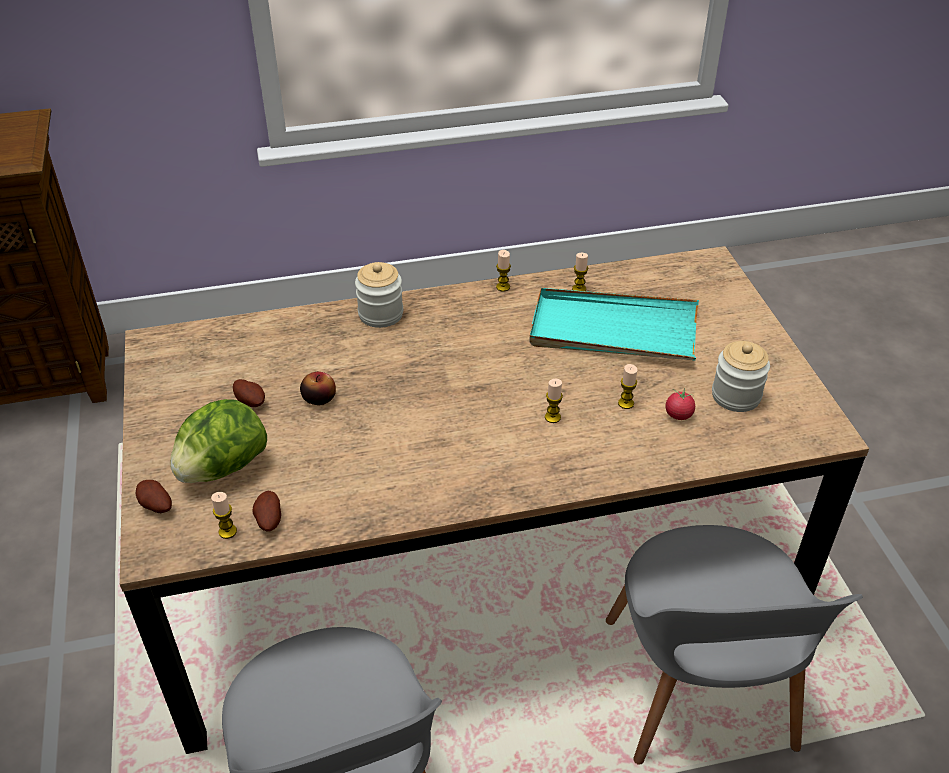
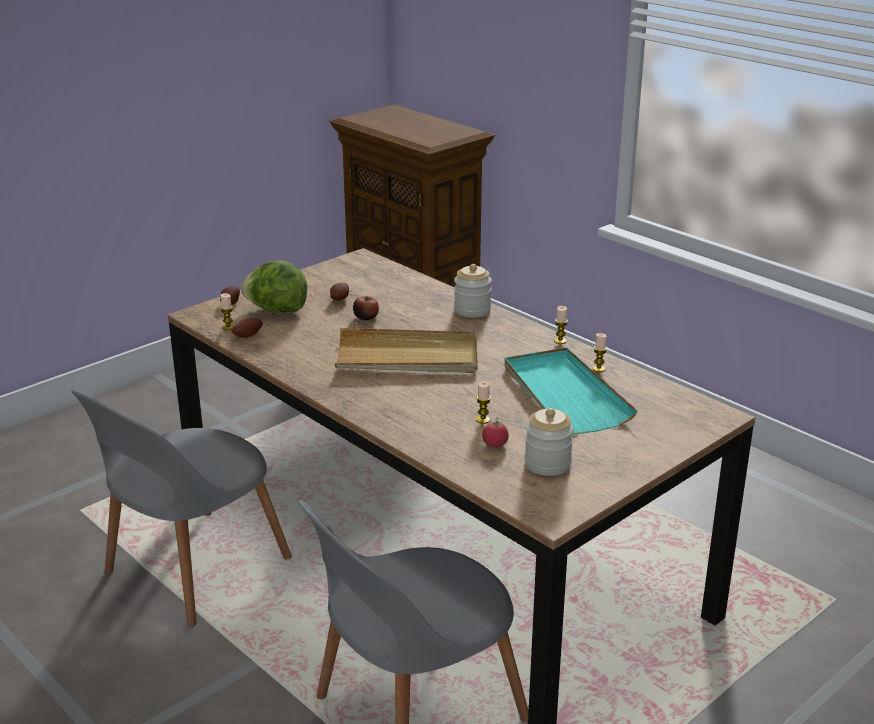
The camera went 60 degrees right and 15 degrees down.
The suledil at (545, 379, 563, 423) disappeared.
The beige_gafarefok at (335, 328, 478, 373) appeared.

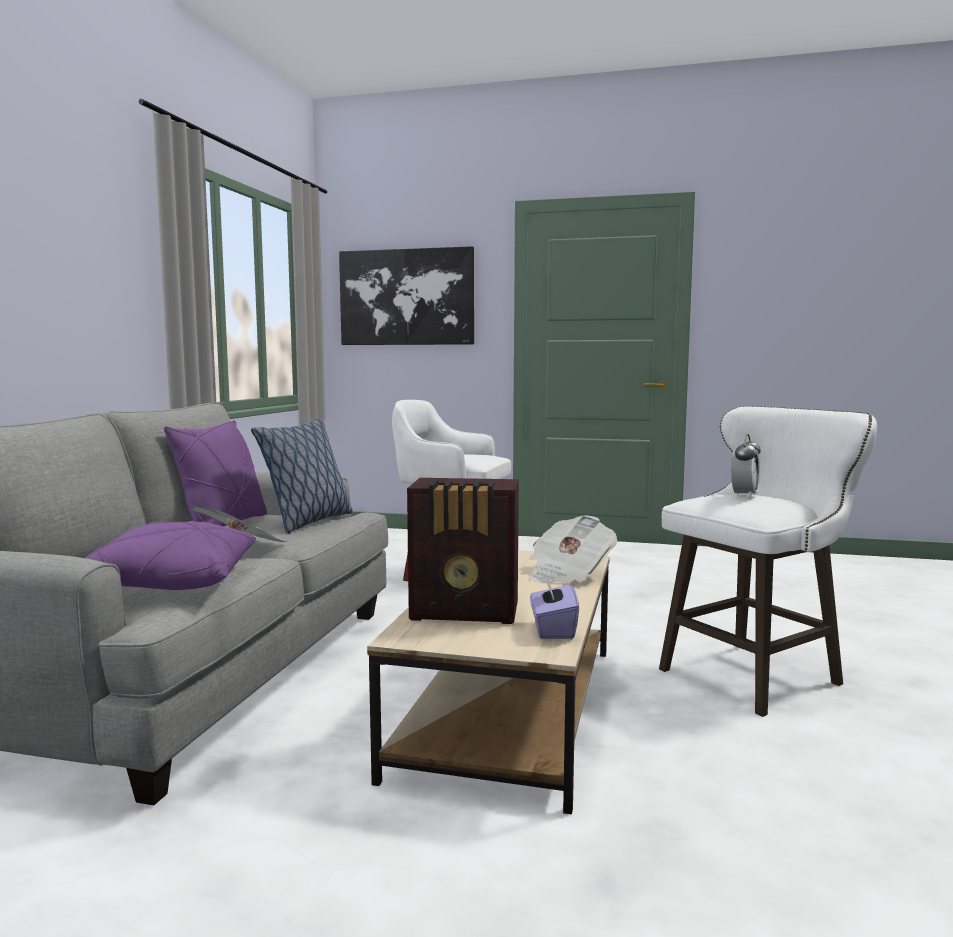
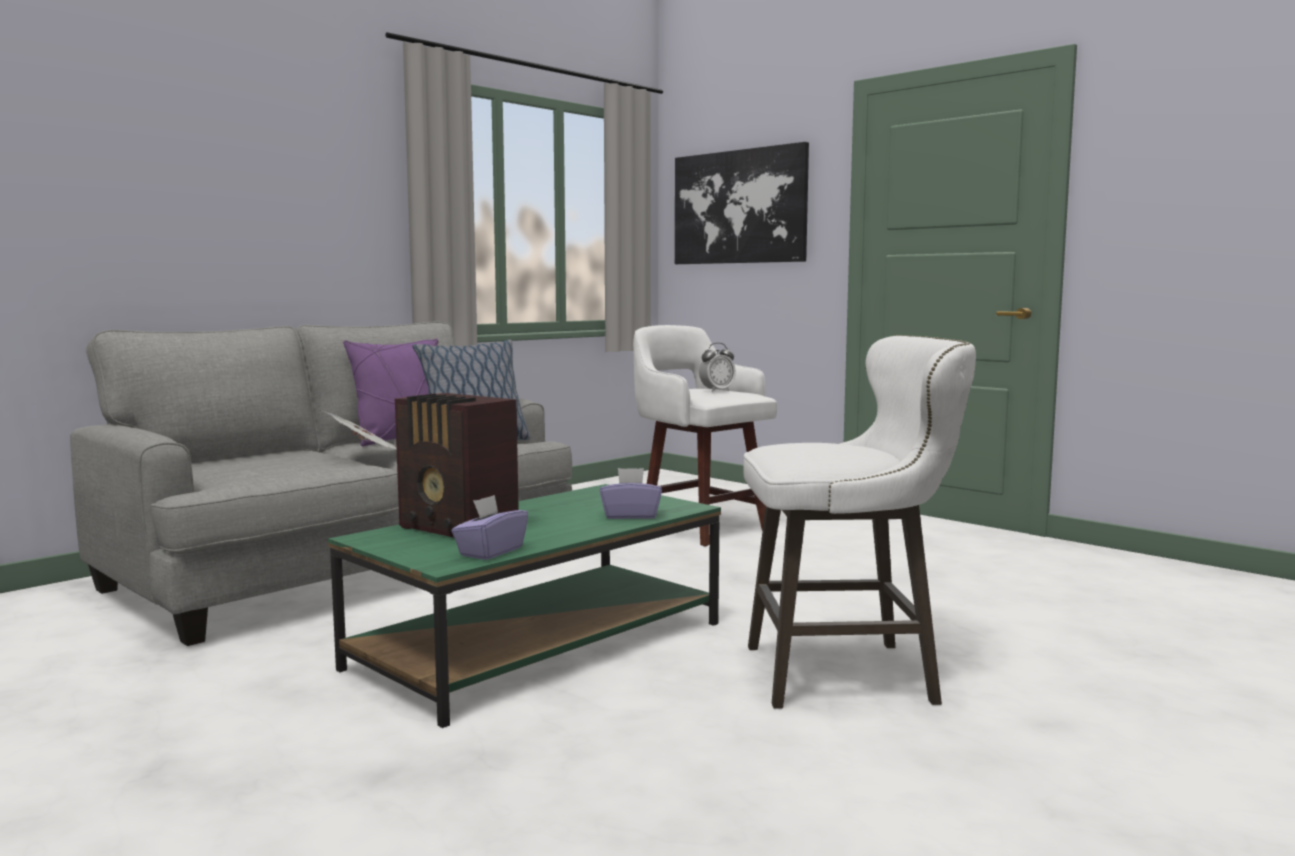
The camera went 30 degrees right and 0 degrees up.
The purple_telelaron at (85, 521, 256, 590) disappeared.
The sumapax moved from (731, 434, 761, 499) to (699, 343, 736, 392).
The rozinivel at (530, 515, 617, 583) was replaced by the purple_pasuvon at (600, 468, 662, 519).
The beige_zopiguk at (367, 550, 609, 815) became the green_zopiguk at (328, 484, 721, 728).

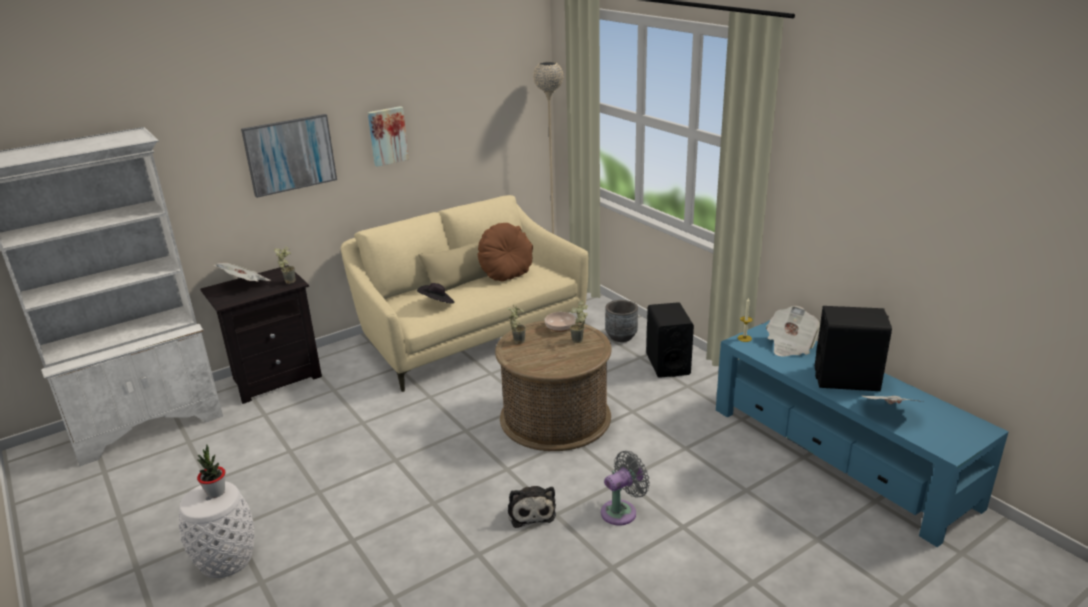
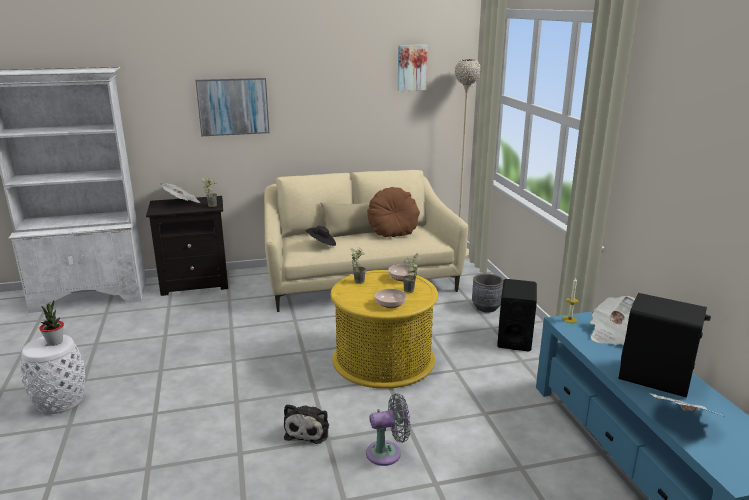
The camera went 20 degrees right and 5 degrees down.
The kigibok at (375, 289, 406, 308) appeared.
The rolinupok moved from (368, 106, 409, 167) to (398, 45, 428, 91).
The brown_zopiguk at (495, 321, 612, 451) became the yellow_zopiguk at (330, 270, 438, 389).

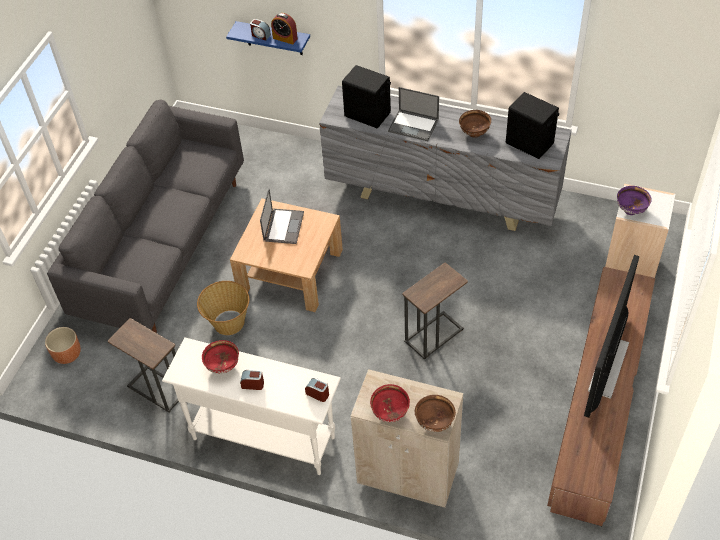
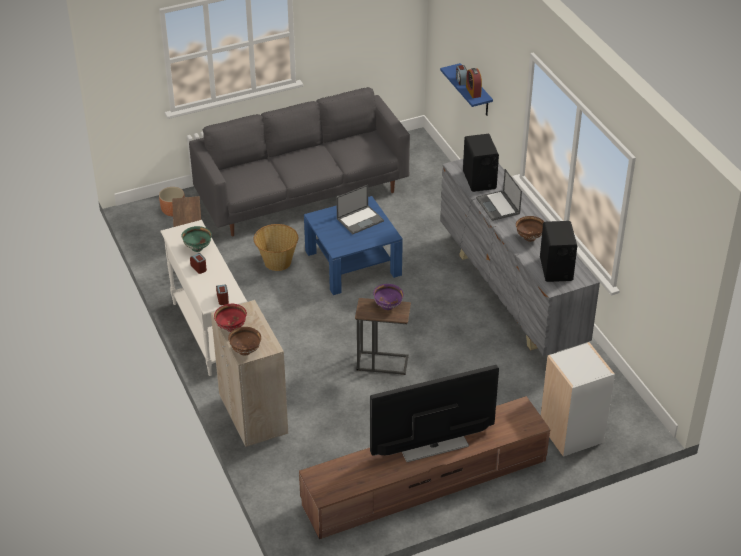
The camera went 45 degrees right and 10 degrees down.
The purple_kigibok moved from (617, 186, 652, 215) to (373, 284, 404, 310).
The red_kigibok at (202, 340, 239, 374) became the green_kigibok at (181, 226, 212, 252).
The brown_zopiguk at (230, 198, 343, 312) became the blue_zopiguk at (304, 196, 403, 295).

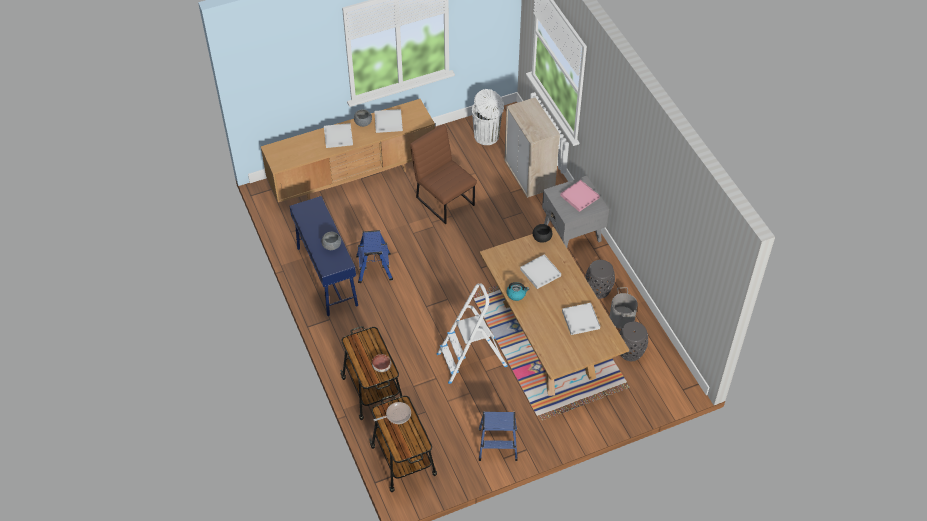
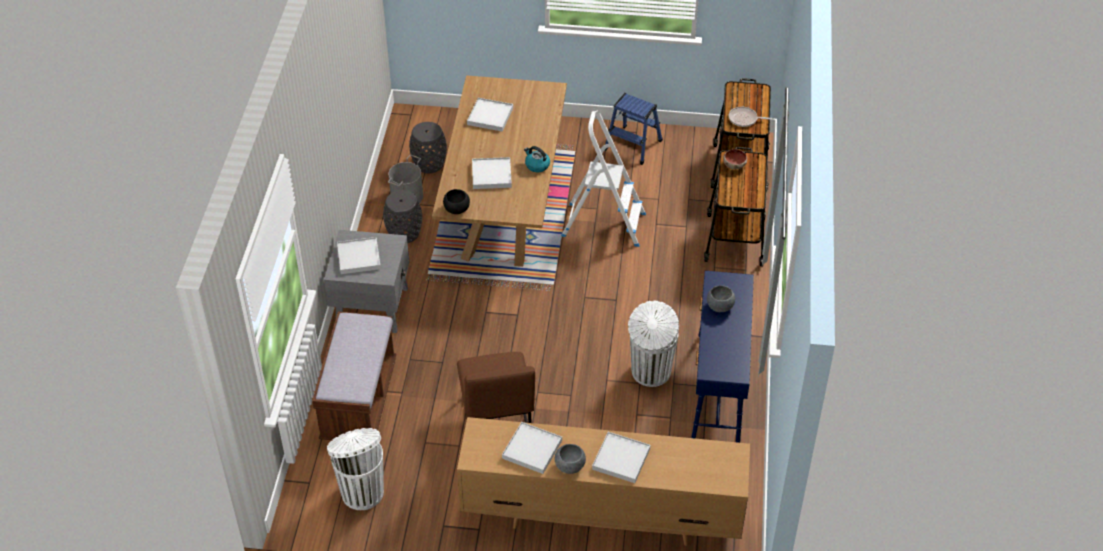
The camera went 150 degrees left and 5 degrees down.
The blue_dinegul at (356, 230, 393, 283) was replaced by the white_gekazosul at (628, 300, 679, 387).
The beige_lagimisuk at (505, 97, 560, 198) was replaced by the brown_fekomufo at (312, 311, 396, 440).
The pink_gafarefok at (560, 180, 600, 212) became the white_gafarefok at (337, 237, 381, 274).

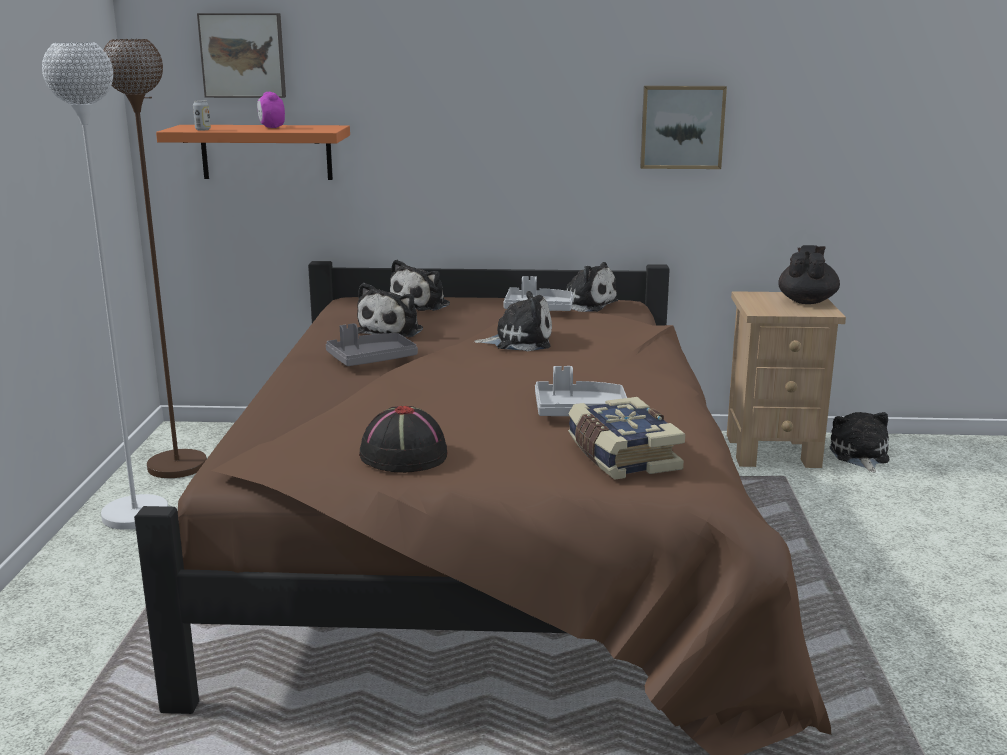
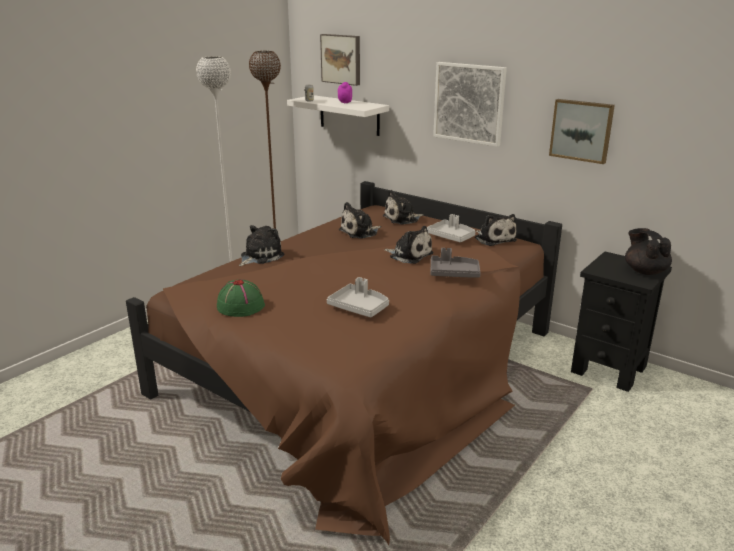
The camera went 35 degrees right and 5 degrees up.
The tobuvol at (568, 397, 685, 480) disappeared.
The rolinupok at (433, 62, 507, 147) appeared.
The grey_gafarefok moved from (326, 323, 418, 366) to (431, 248, 481, 278).
The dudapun moved from (830, 412, 889, 472) to (239, 225, 285, 266).
The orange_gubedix at (156, 125, 350, 180) became the white_gubedix at (287, 95, 389, 136).
The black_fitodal at (359, 406, 447, 473) became the green_fitodal at (217, 279, 265, 317).
The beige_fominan at (727, 291, 846, 468) became the black_fominan at (571, 252, 672, 392).
The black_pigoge at (778, 245, 840, 304) turned 75 degrees counterclockwise.

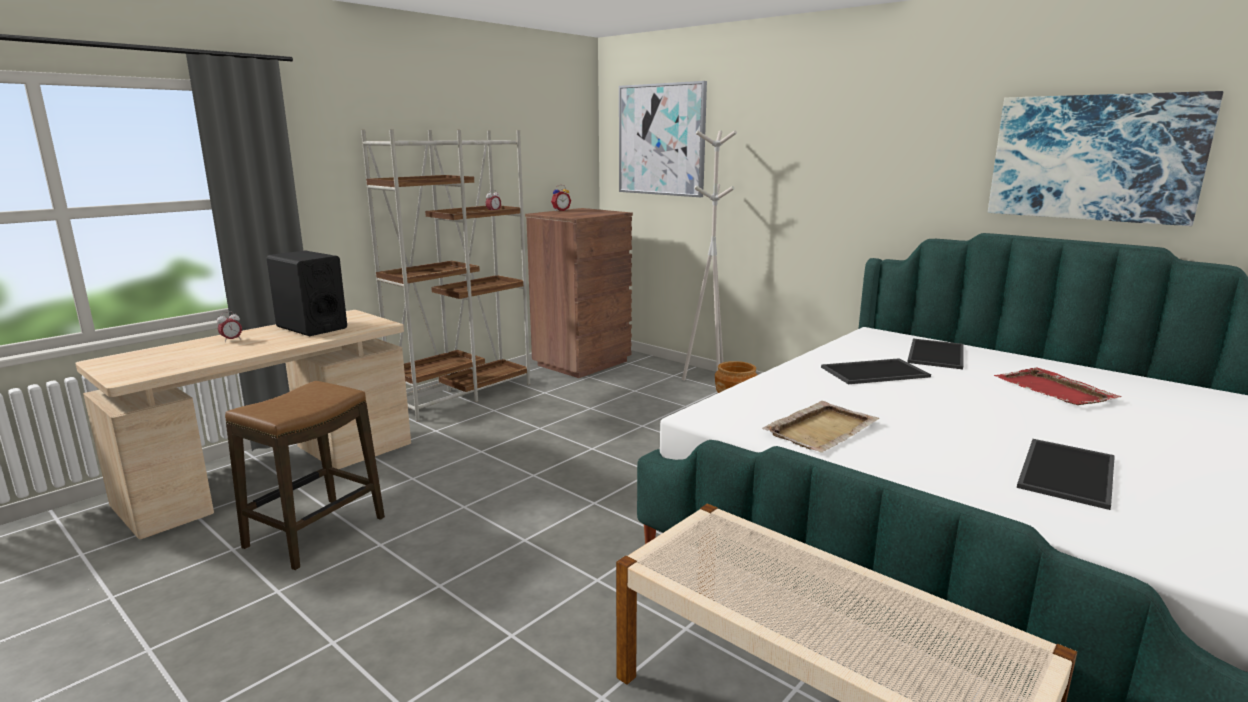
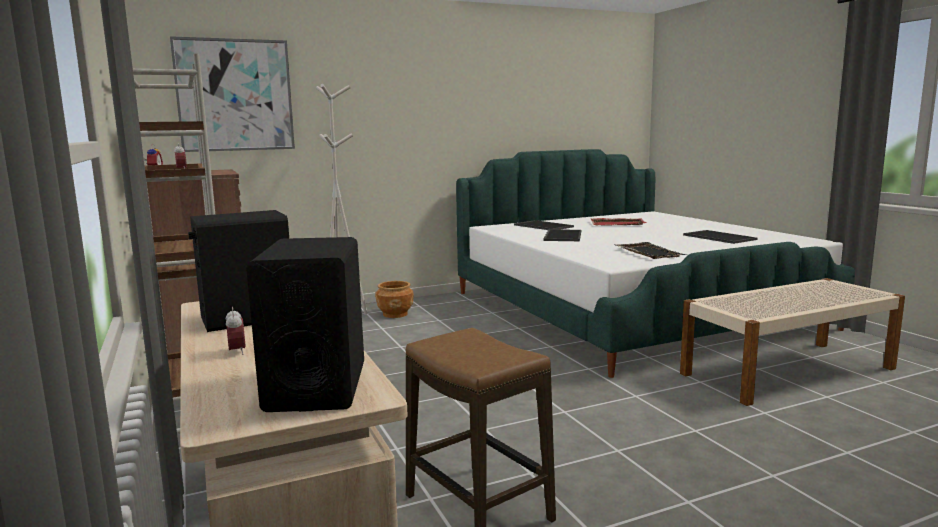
The camera went 65 degrees left and 5 degrees down.
The rolinupok at (988, 91, 1223, 226) disappeared.
The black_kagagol at (246, 237, 364, 412) appeared.
The beige_gafarefok at (762, 401, 880, 453) became the black_gafarefok at (614, 242, 688, 259).

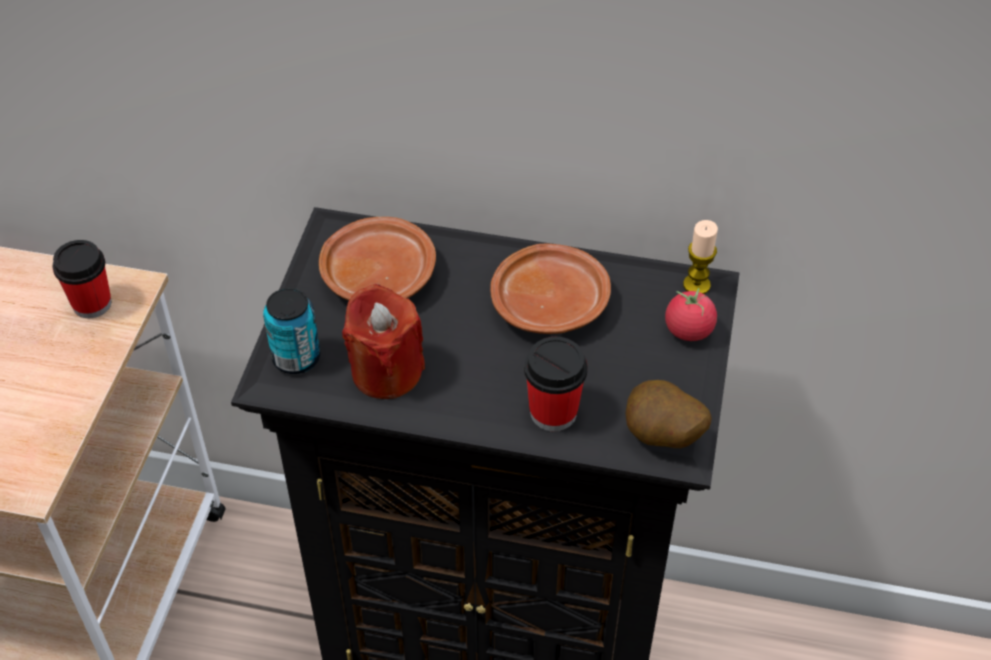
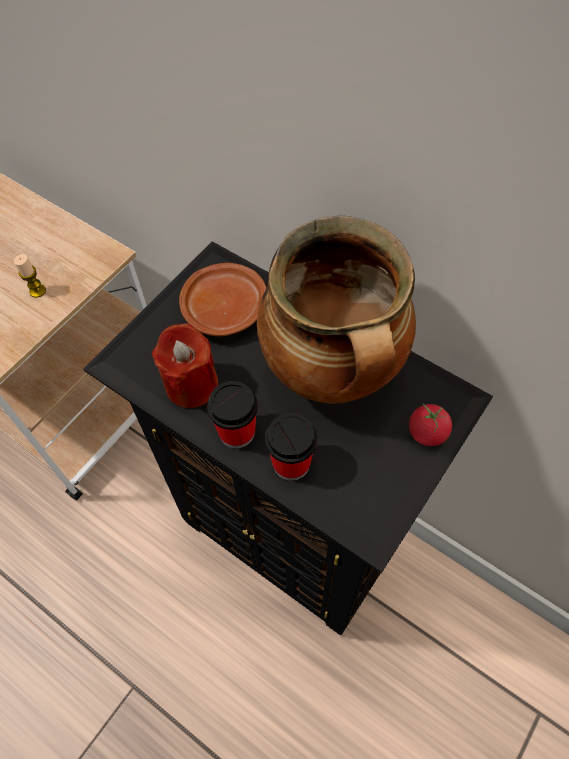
The camera went 25 degrees right and 10 degrees up.
The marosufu at (263, 288, 320, 374) disappeared.
The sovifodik at (625, 380, 712, 448) disappeared.
The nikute moved from (52, 240, 111, 318) to (207, 381, 258, 448).
The suledil moved from (683, 220, 718, 294) to (14, 254, 46, 298).
The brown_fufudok at (490, 244, 611, 334) was replaced by the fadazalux at (257, 216, 416, 404).

